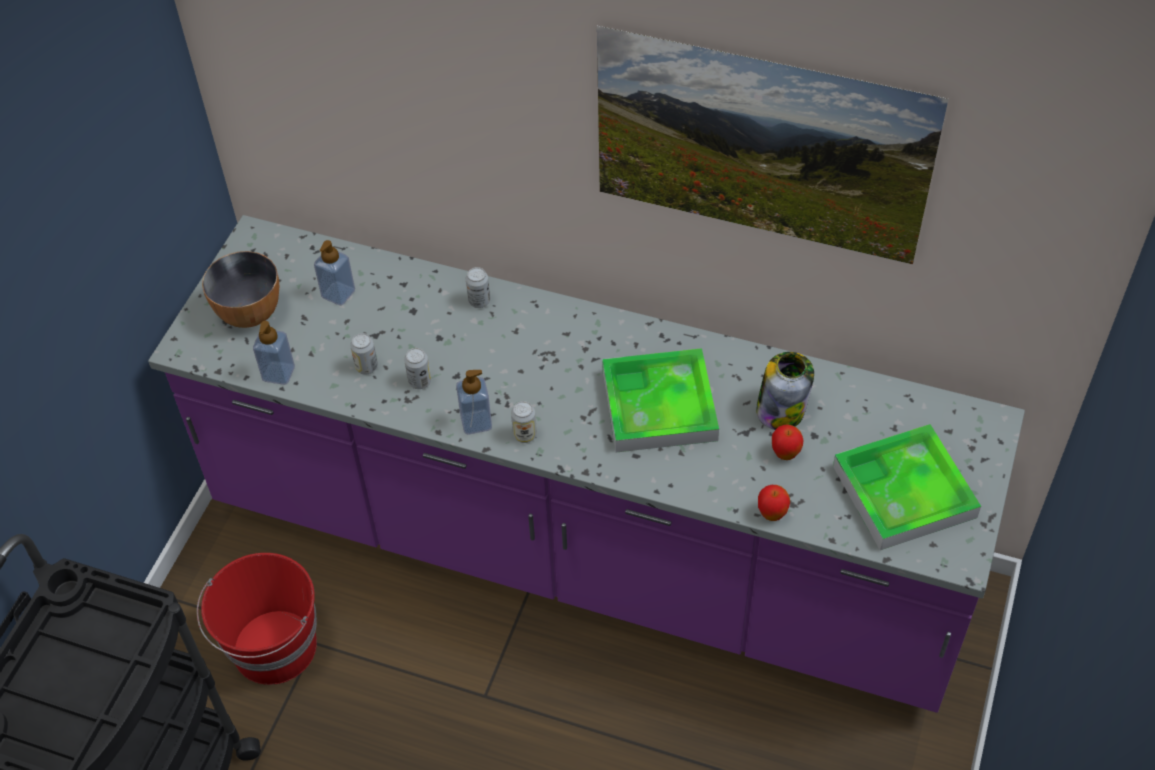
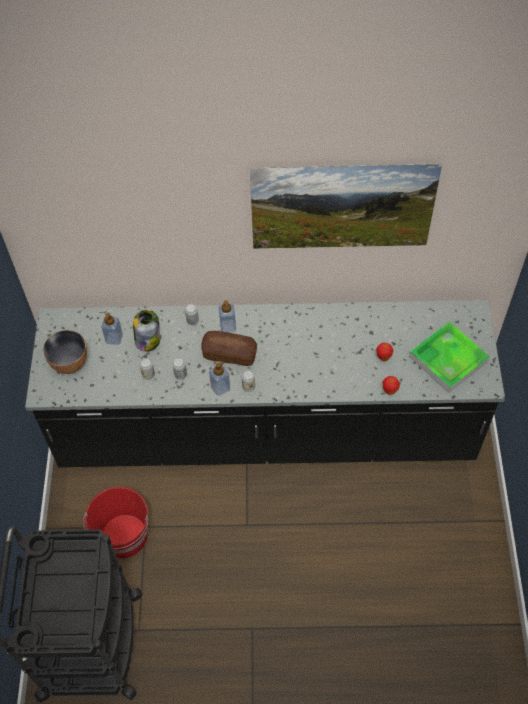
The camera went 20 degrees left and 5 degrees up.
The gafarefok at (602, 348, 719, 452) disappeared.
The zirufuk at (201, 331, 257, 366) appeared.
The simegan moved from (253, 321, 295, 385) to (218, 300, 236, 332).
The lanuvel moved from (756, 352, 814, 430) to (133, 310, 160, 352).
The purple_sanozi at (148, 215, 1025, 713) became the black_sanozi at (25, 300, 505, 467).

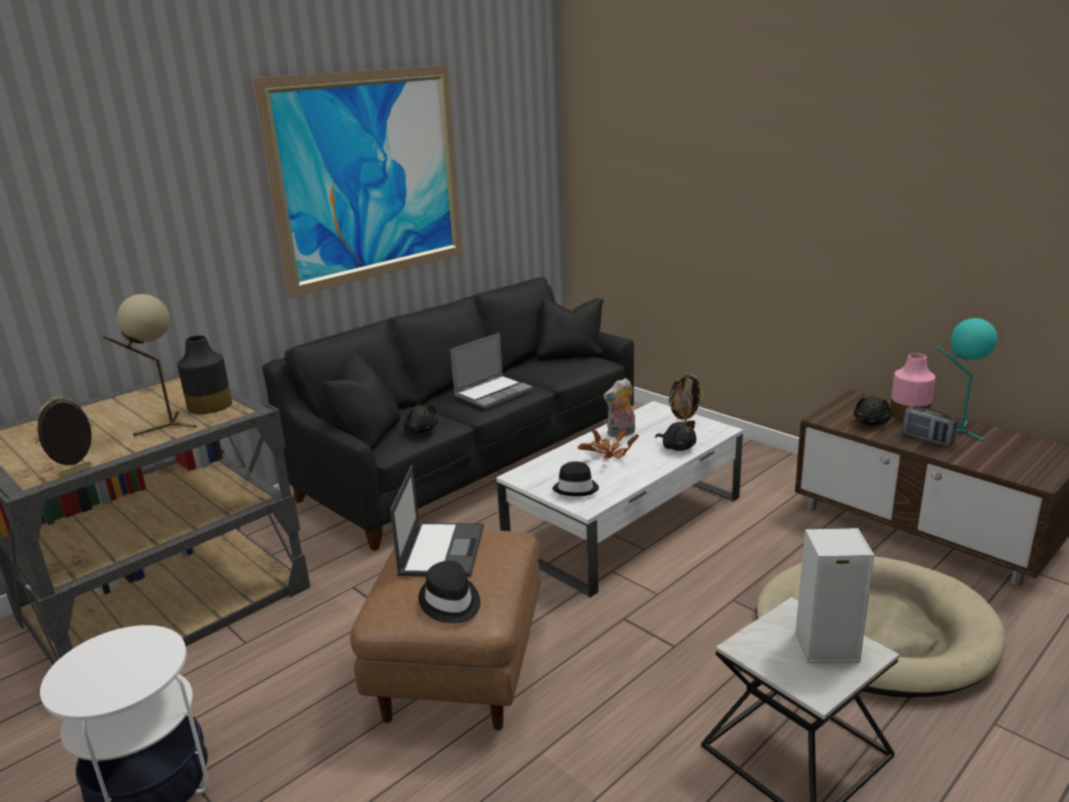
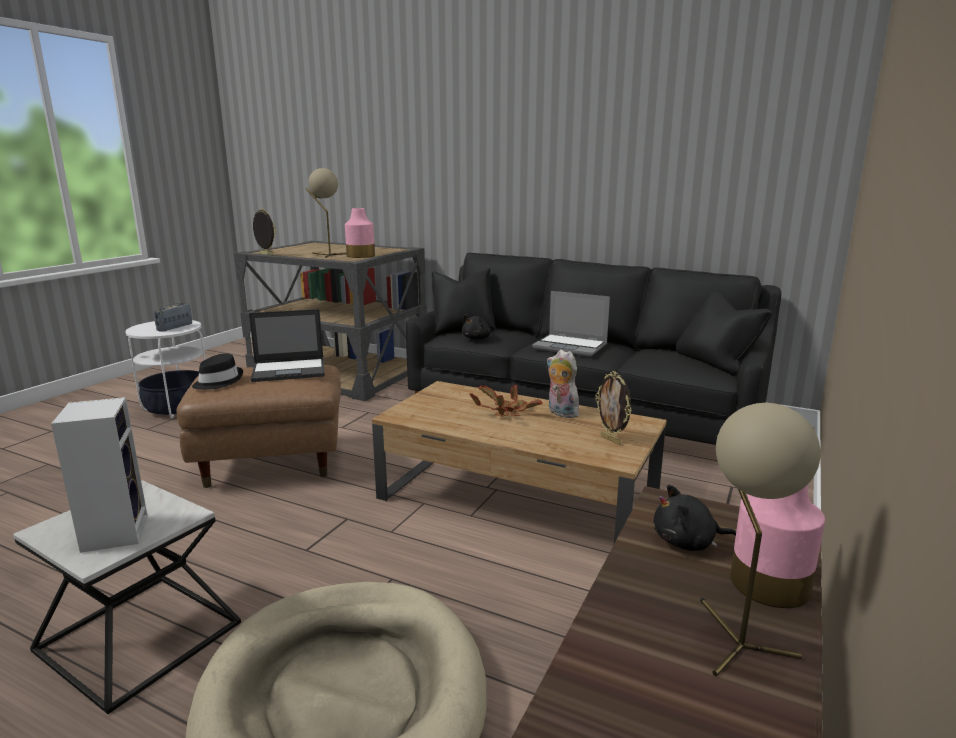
The camera went 70 degrees right and 5 degrees down.
The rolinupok at (252, 65, 462, 298) disappeared.
The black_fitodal at (552, 462, 599, 496) disappeared.
The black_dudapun at (655, 420, 696, 451) disappeared.
The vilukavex moved from (902, 406, 958, 446) to (153, 303, 192, 332).
The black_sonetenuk at (177, 335, 232, 414) became the pink_sonetenuk at (345, 208, 375, 258).
The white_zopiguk at (496, 401, 743, 598) became the brown_zopiguk at (372, 381, 667, 543).
The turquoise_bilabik at (936, 318, 998, 441) became the beige_bilabik at (700, 403, 821, 676).

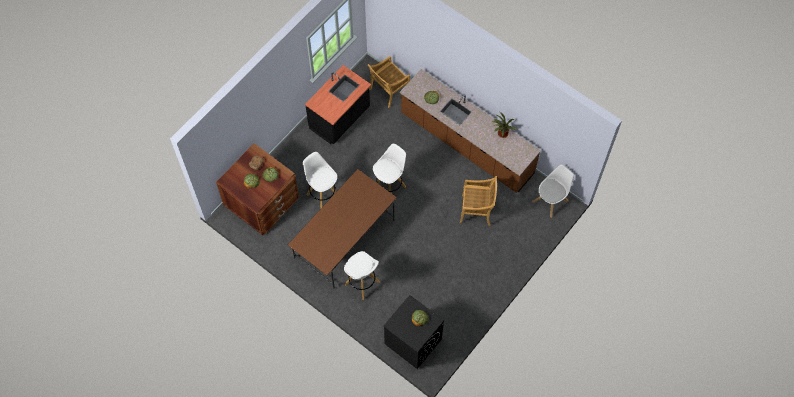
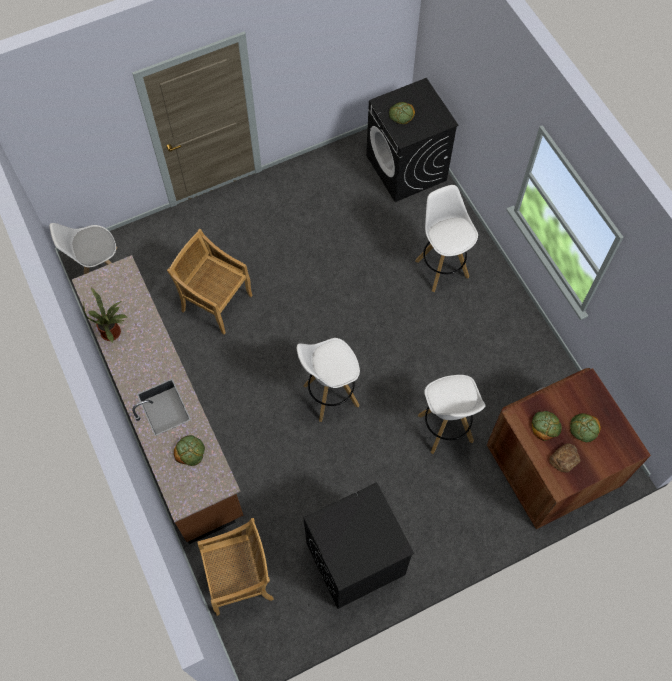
The camera went 155 degrees left and 0 degrees up.
The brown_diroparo at (288, 169, 397, 288) disappeared.
The black_sanozi at (305, 65, 371, 144) was replaced by the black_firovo at (303, 482, 414, 609).

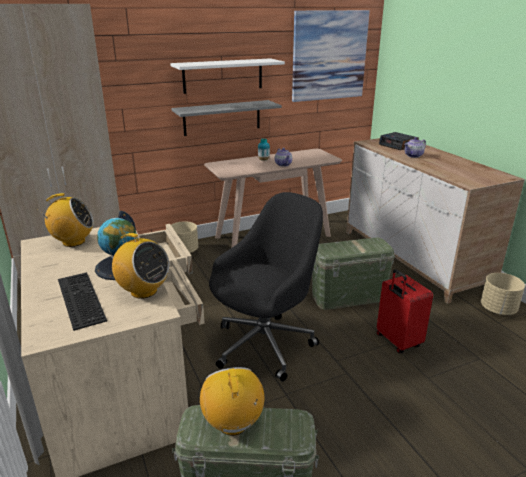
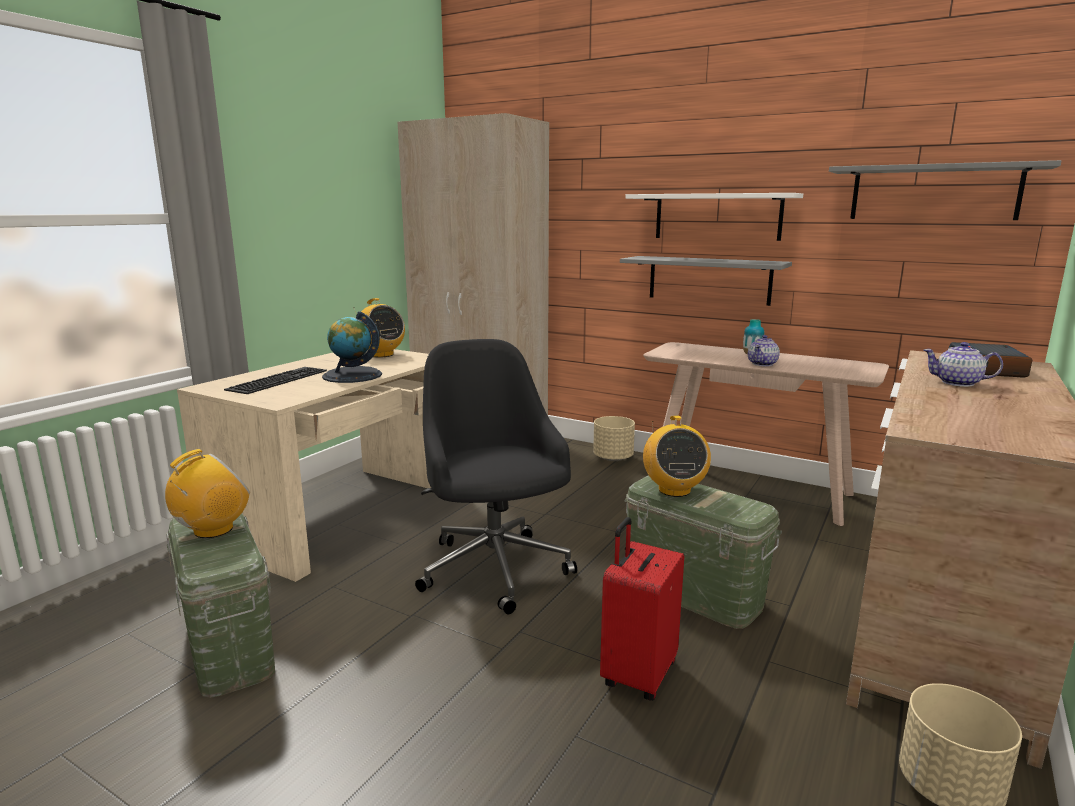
The camera went 55 degrees right and 10 degrees down.
The vilukavex moved from (108, 233, 169, 299) to (643, 416, 711, 497).
The rolinupok at (292, 10, 370, 102) was replaced by the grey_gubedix at (829, 160, 1062, 220).
The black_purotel at (209, 192, 323, 382) turned 120 degrees counterclockwise.

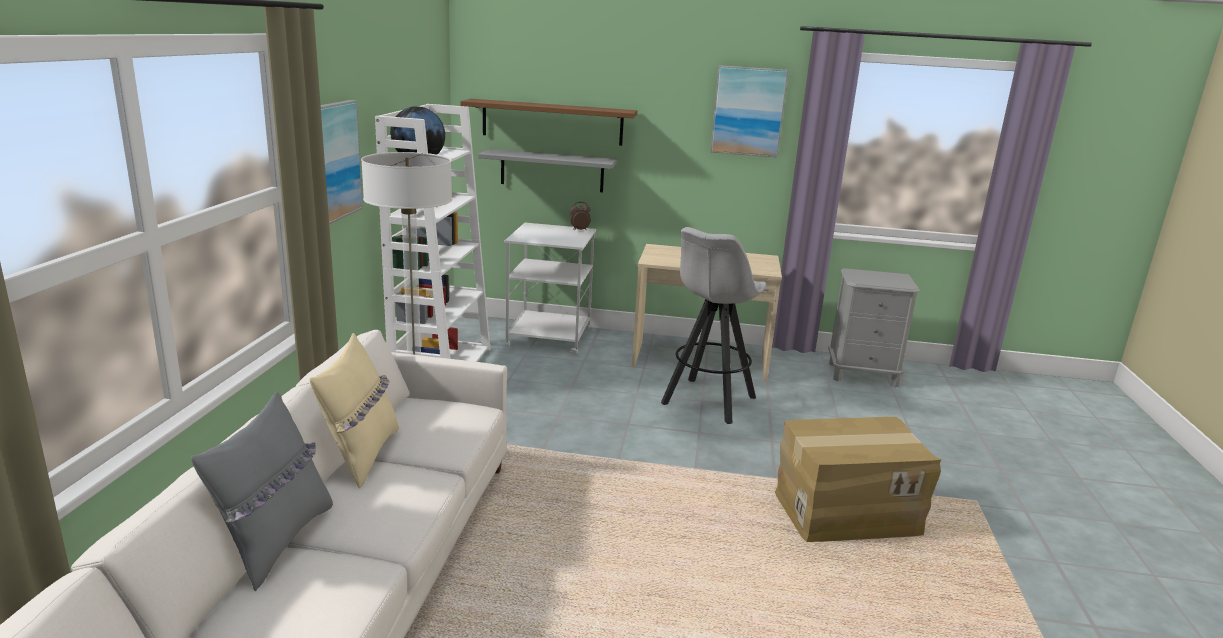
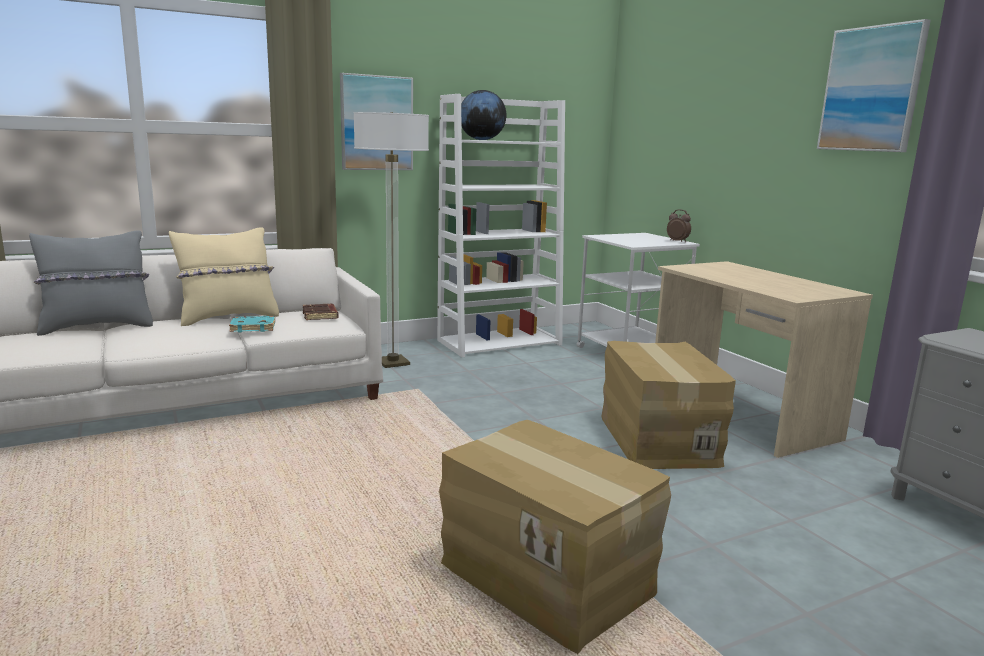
The camera went 55 degrees right and 5 degrees down.
The brown_gubedix at (460, 99, 637, 146) disappeared.
The grey_gubedix at (478, 149, 618, 192) disappeared.
The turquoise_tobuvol at (229, 316, 275, 332) appeared.
The brown_tobuvol at (303, 304, 339, 320) appeared.
The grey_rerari at (661, 227, 766, 424) was replaced by the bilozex at (601, 341, 736, 469).

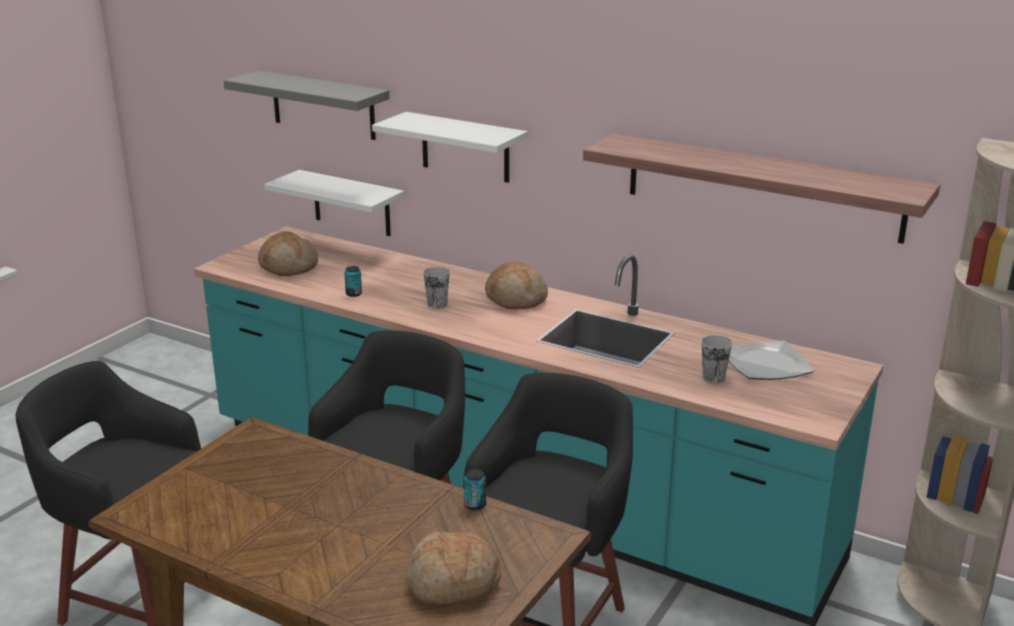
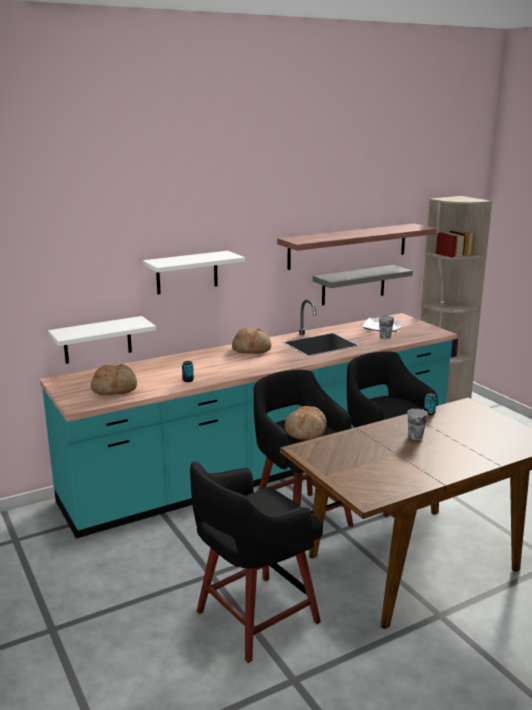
The camera went 60 degrees left and 5 degrees down.
The grey_gubedix moved from (224, 70, 389, 140) to (313, 265, 413, 305).
The zirufuk moved from (407, 531, 501, 606) to (285, 406, 327, 440).
The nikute moved from (423, 267, 450, 309) to (407, 409, 428, 440).

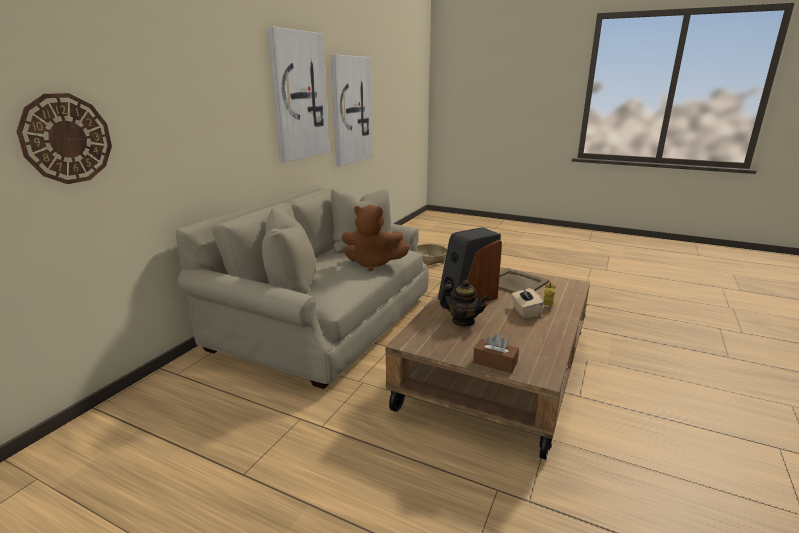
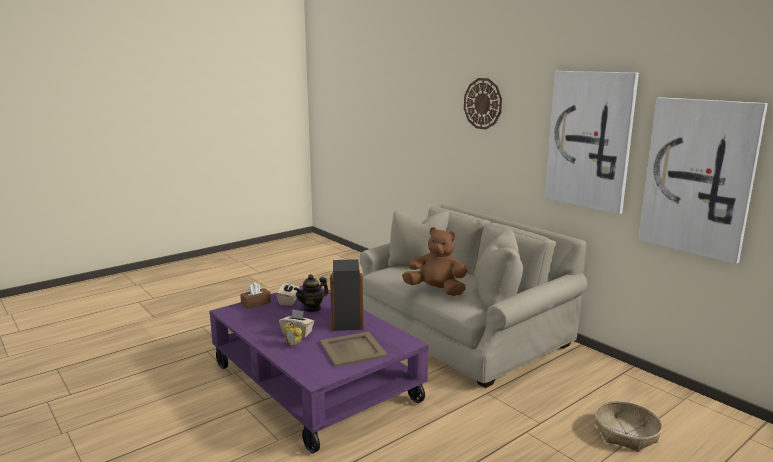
The camera went 115 degrees right and 5 degrees down.
The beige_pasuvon at (277, 281, 300, 306) appeared.
The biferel moved from (17, 93, 112, 184) to (464, 78, 502, 130).
The brown_zopiguk at (385, 267, 590, 460) became the purple_zopiguk at (209, 285, 429, 453).
The brown_dudapun at (342, 205, 410, 271) turned 75 degrees clockwise.

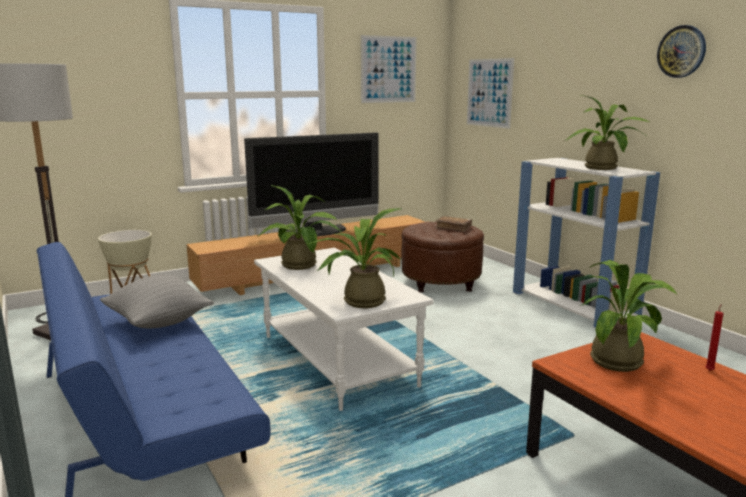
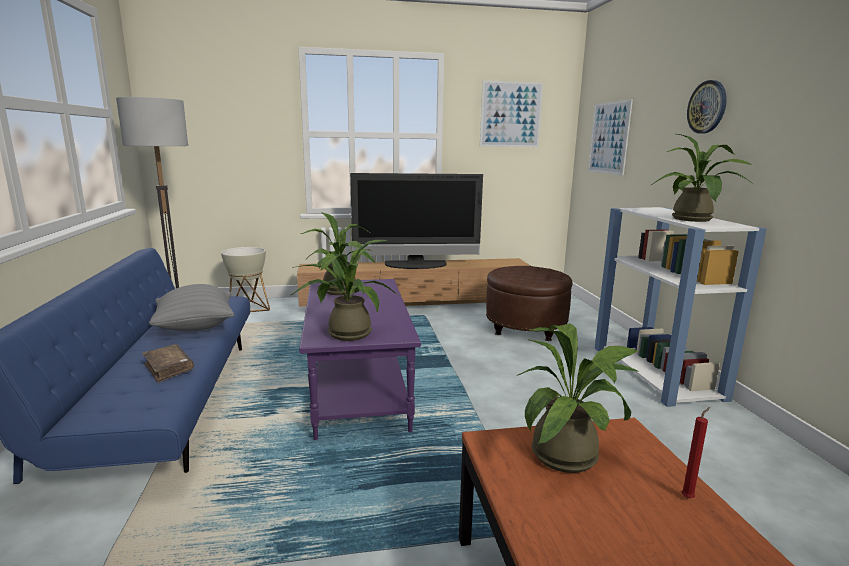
The camera went 20 degrees right and 0 degrees up.
The brown_tobuvol moved from (435, 216, 472, 232) to (142, 344, 194, 383).
The biferel moved from (657, 25, 706, 78) to (687, 80, 727, 134).
The white_zopiguk at (254, 248, 434, 411) became the purple_zopiguk at (299, 279, 421, 440).

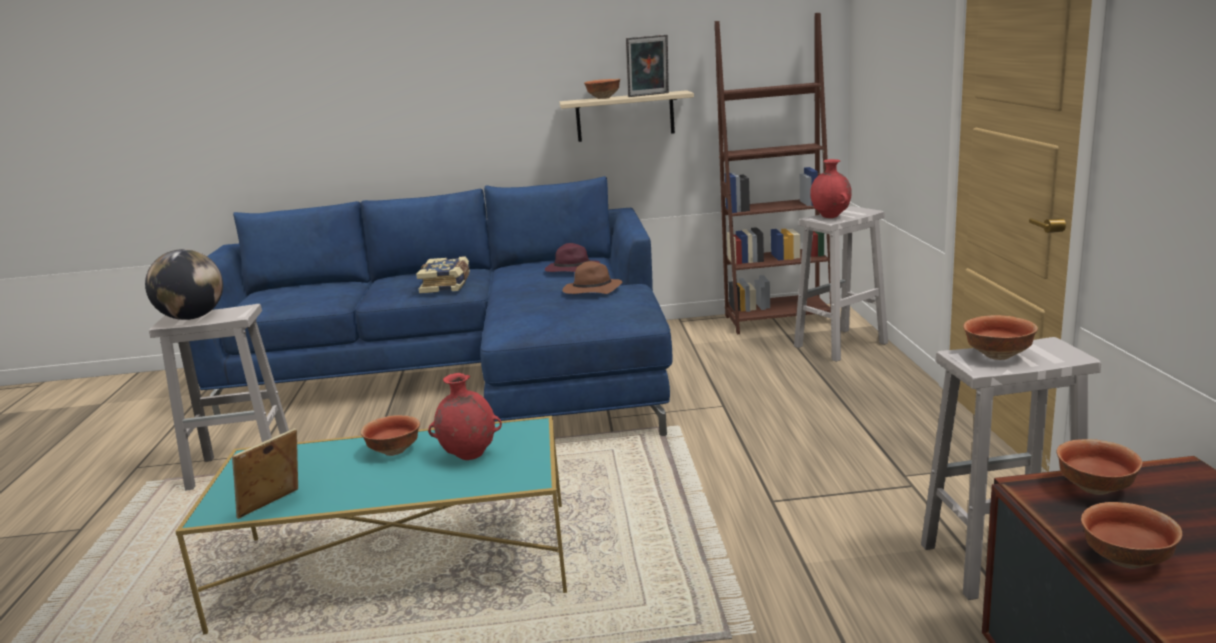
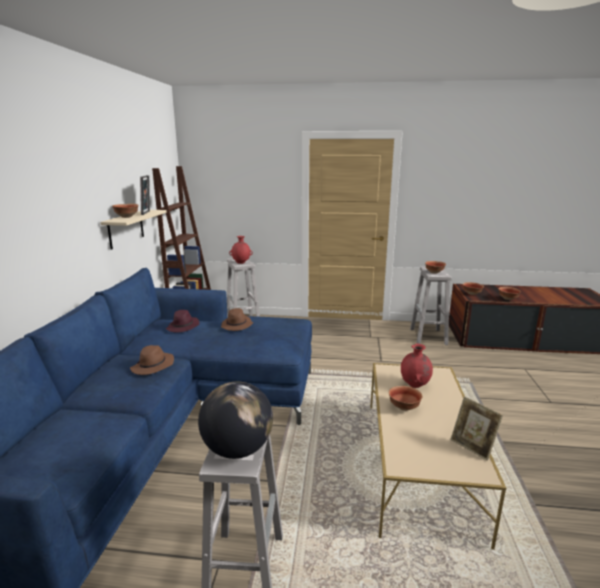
The camera went 80 degrees left and 0 degrees up.
The tobuvol at (416, 256, 470, 293) was replaced by the brown_fitodal at (130, 345, 174, 375).
The turquoise_zopiguk at (175, 416, 567, 635) became the beige_zopiguk at (370, 363, 506, 550).

